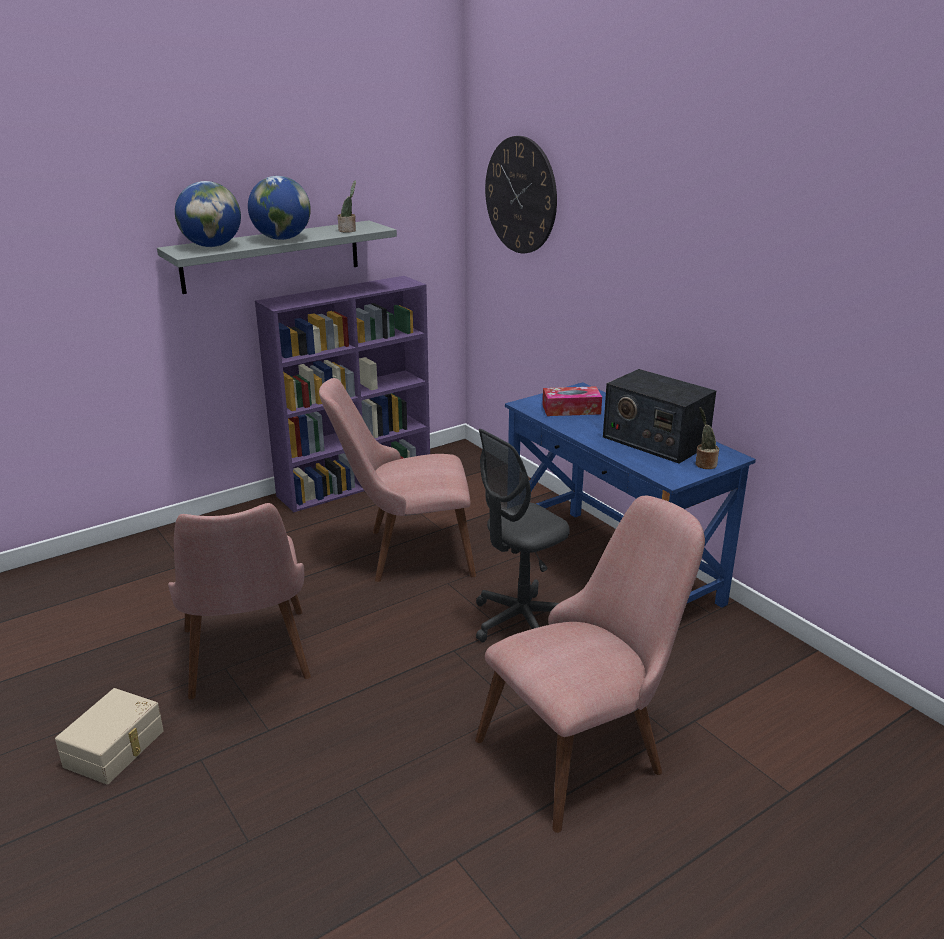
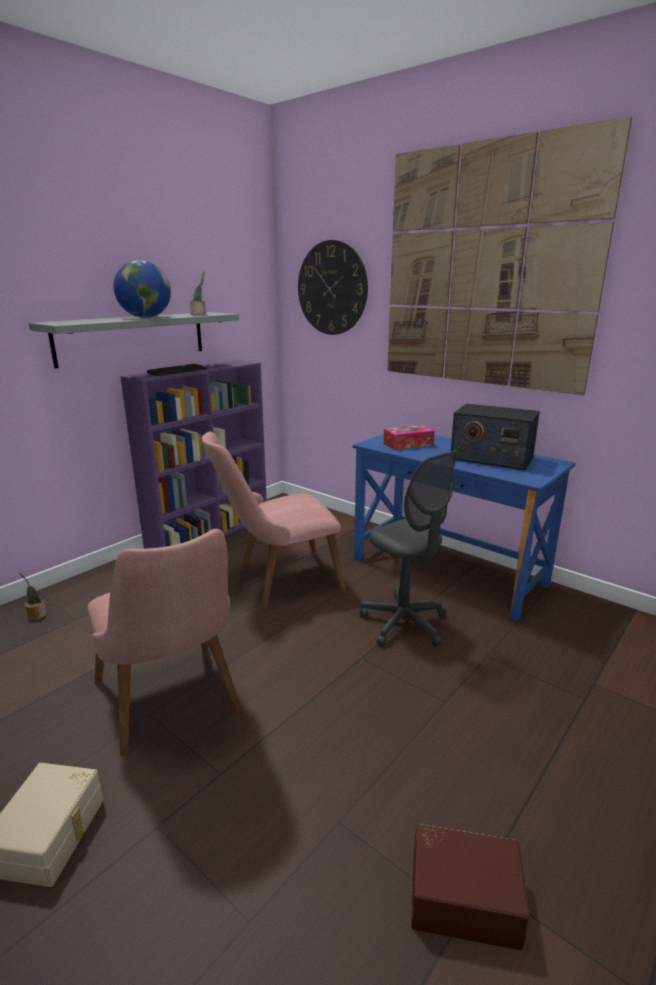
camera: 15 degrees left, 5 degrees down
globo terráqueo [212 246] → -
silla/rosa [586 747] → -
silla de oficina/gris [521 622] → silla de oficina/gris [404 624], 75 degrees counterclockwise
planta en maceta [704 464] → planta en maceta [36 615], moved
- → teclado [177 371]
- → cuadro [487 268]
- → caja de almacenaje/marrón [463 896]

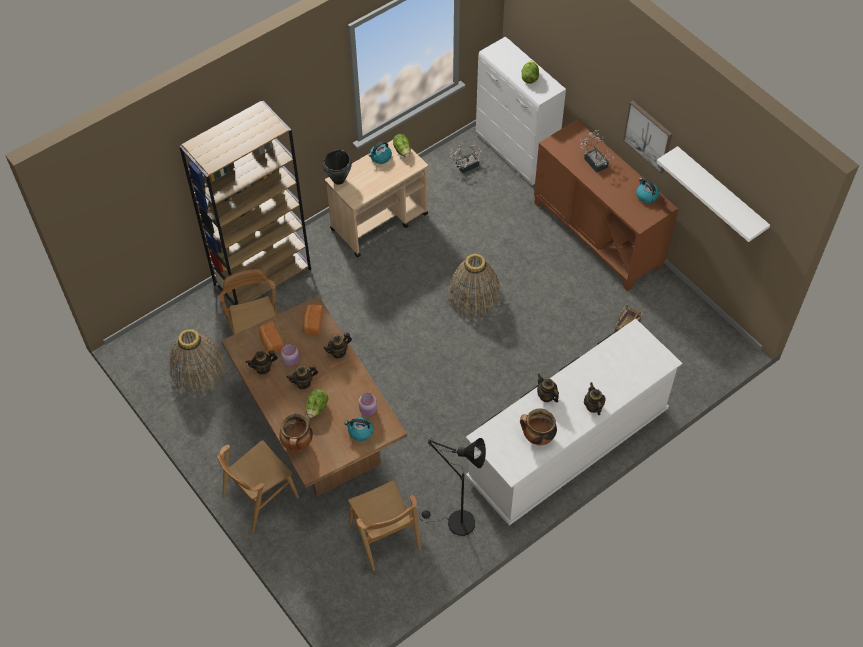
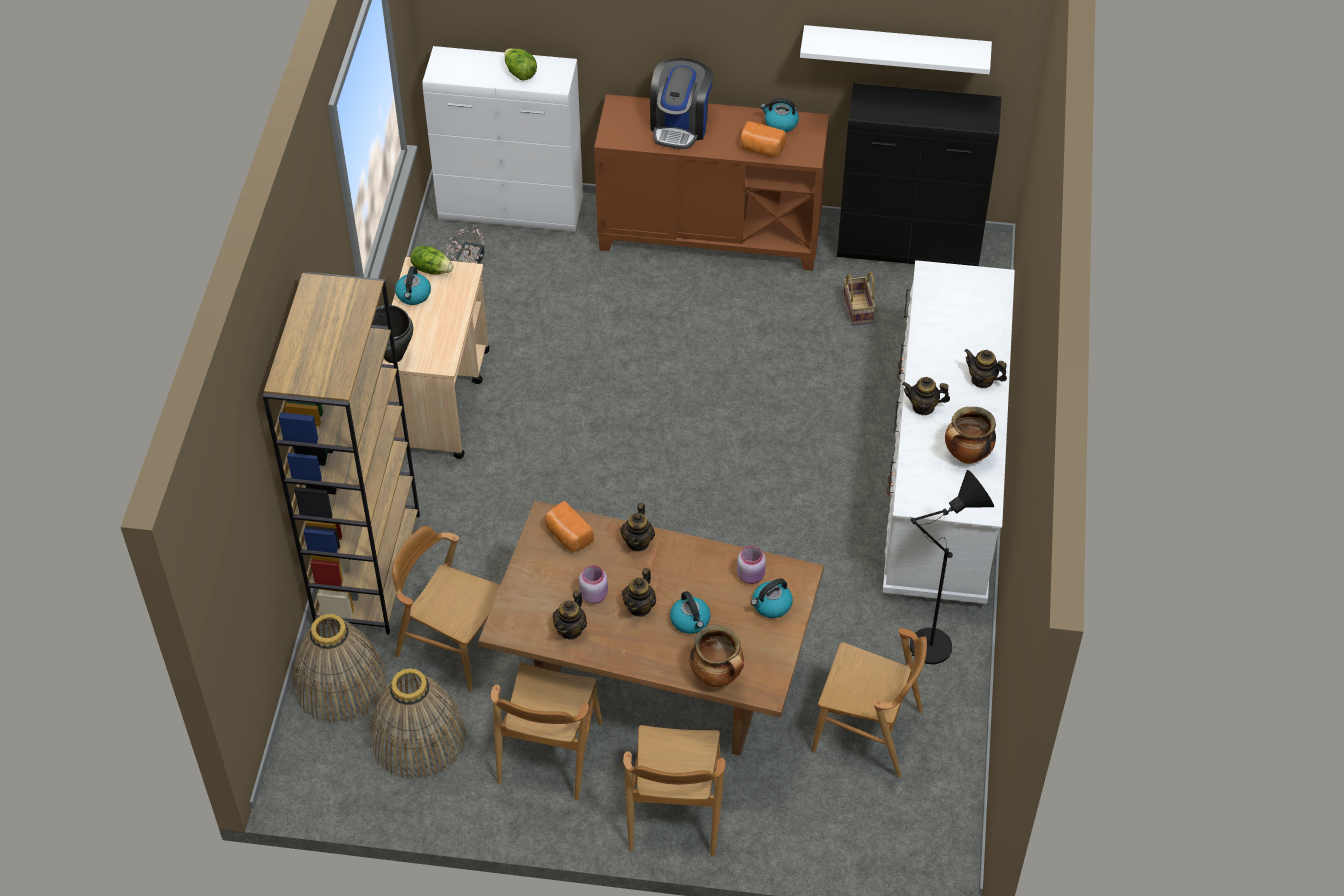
camera: 45 degrees left, 5 degrees down
pan [271 342] → pan [761 149], moved
lechuga [317 408] → hervidor [690 621]
cesta [474 295] → cesta [340 683], moved
planta en maceta [594 160] → cafetera [680 125]
cuadro [648 136] → -
- → silla/marrón [549 753]
- → armario/negro [909 247]

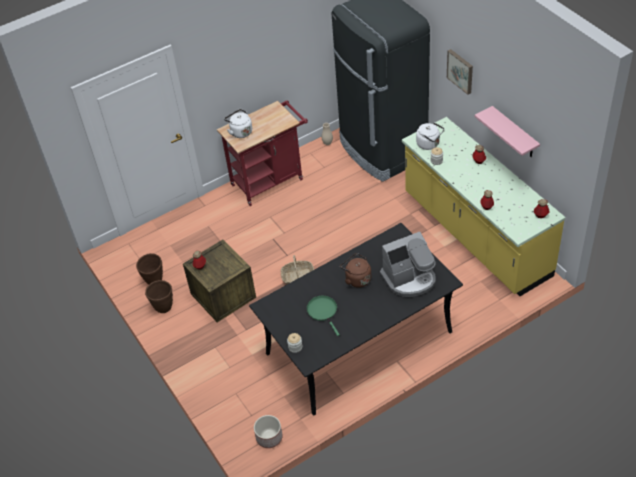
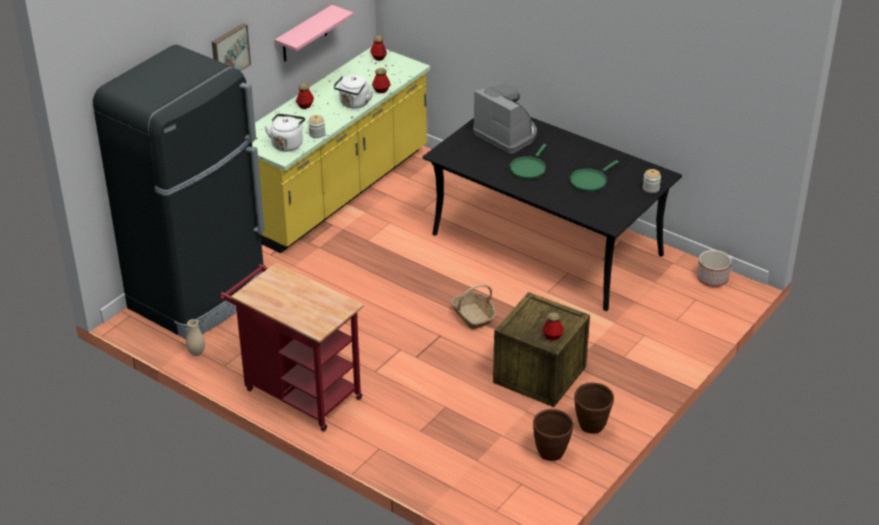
camera: 115 degrees left, 10 degrees down
hervidor/blanco [240 132] → hervidor/blanco [354 104], moved
hervidor/marrón [357 279] → sartén/verde [528 168]

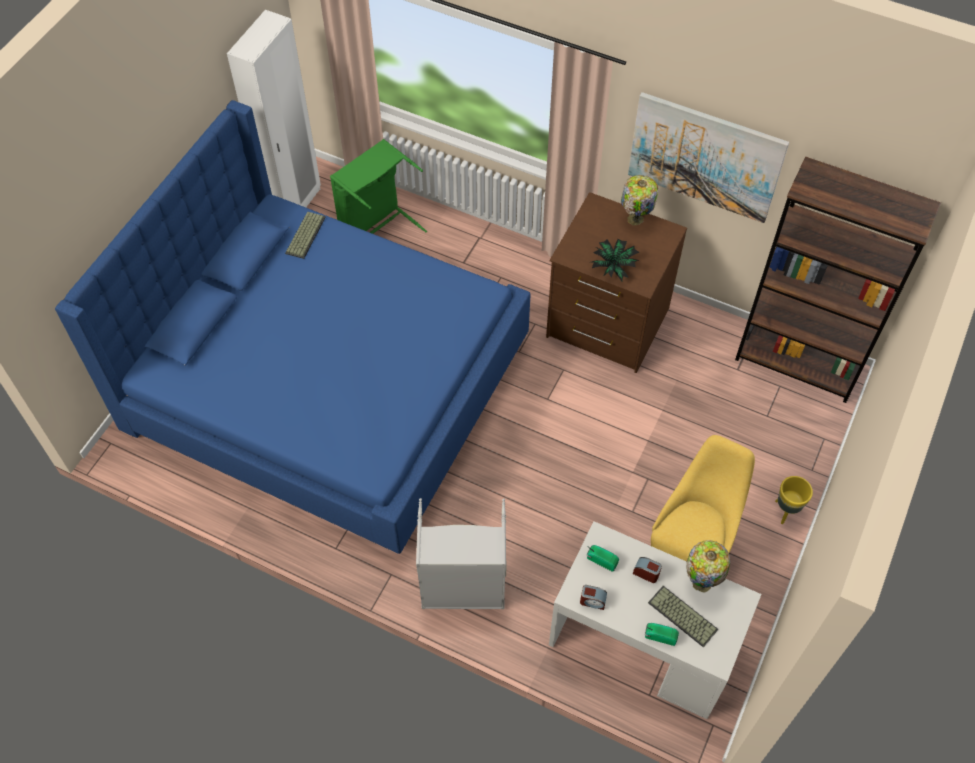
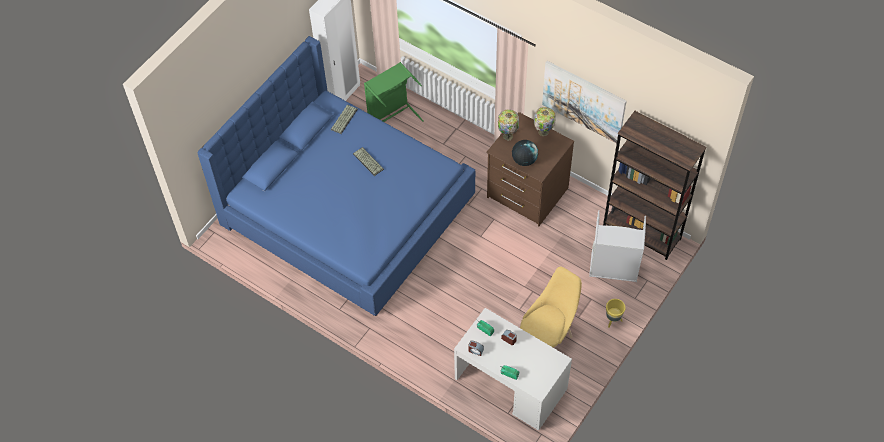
camera: 10 degrees right, 0 degrees up
cesto de la ropa/gris [463 588] → cesto de la ropa/gris [613 268], moved
planta en maceta [614 266] → globo terráqueo [524 160]
teclado [681 616] → teclado [367 161], moved
lámpara de mesa [701 581] → lámpara de mesa [508 135], moved

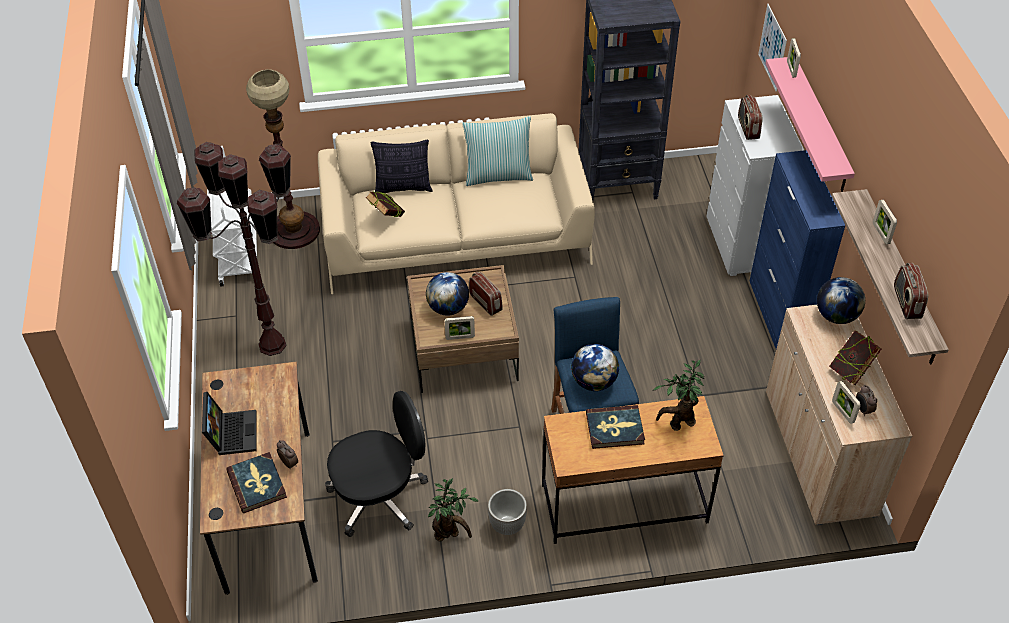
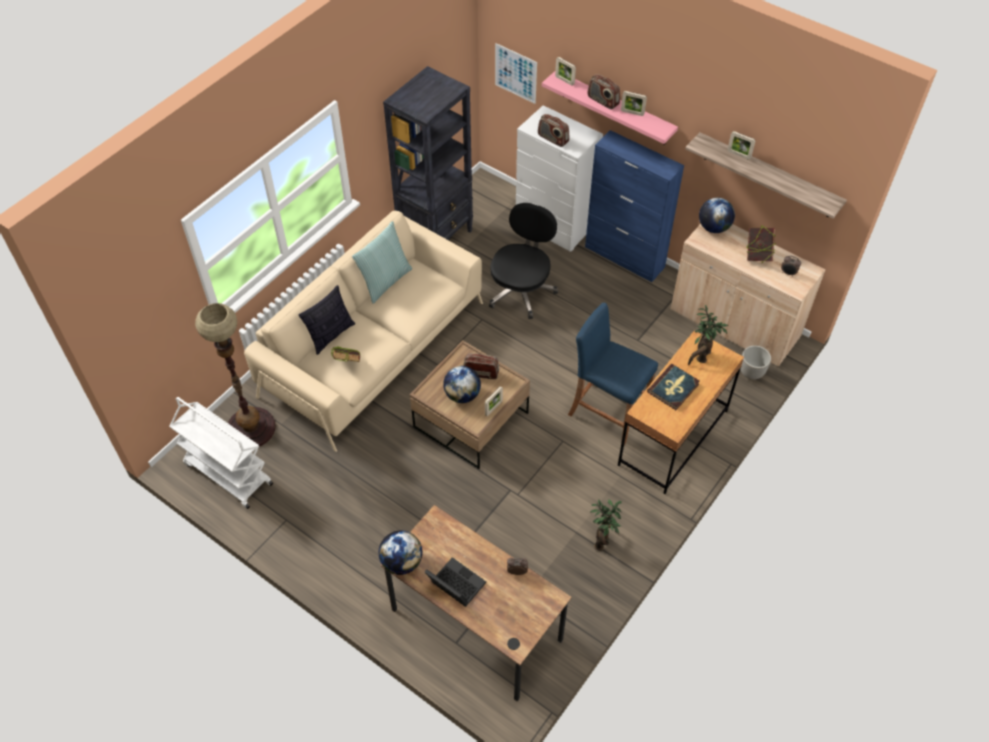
camera: 45 degrees left, 5 degrees up
lámpara de pie/marrón [271 345] → -
libro [257 484] → -
silla de oficina/negro [380 496] → silla de oficina/negro [521 290], moved
maceta [507 525] → maceta [751 373], moved
globo terráqueo [593 382] → globo terráqueo [402 562], moved
portarretratos [842 412] → portarretratos [632 113], moved
radio [906 303] → radio [603 101], moved

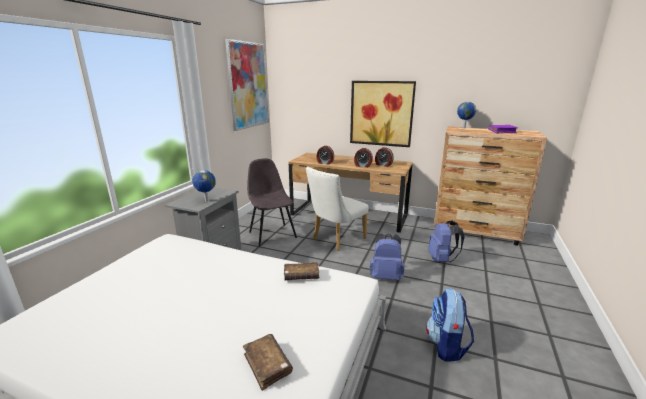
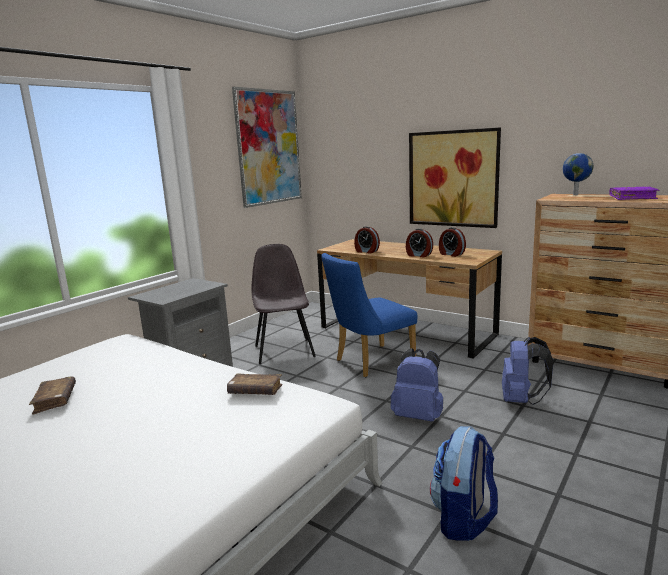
camera: 15 degrees right, 5 degrees down
globo terráqueo [206 201] → -
libro/marrón [267 365] → libro/marrón [55 400], moved
silla/blanco [336 240] → silla/azul [369 362]

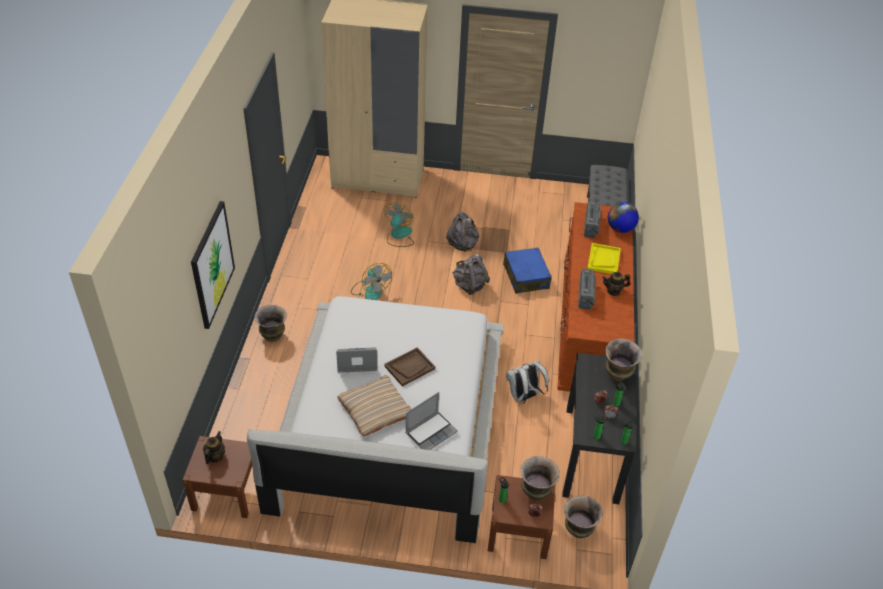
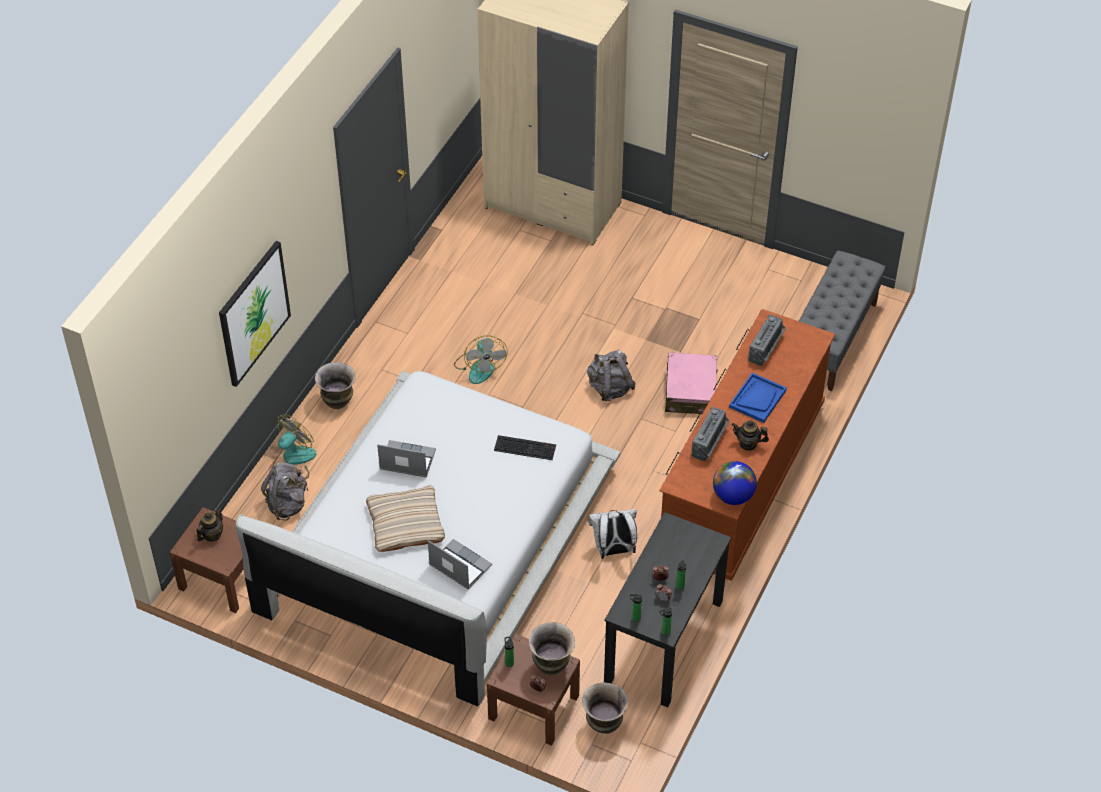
camera: 20 degrees right, 5 degrees up
bandeja/marrón [409 367] → -
ventilador [399 236] → ventilador [293 460], moved
portátil [431 432] → portátil [459 566], 120 degrees counterclockwise
mochila/gris [463 244] → mochila/gris [287 504], moved
maleta/azul [526 276] → maleta/rosa [690 391]
bandeja/amarillo [603 260] → bandeja/azul [757 399]
florero [618 375] → -
globo terráqueo [620 229] → globo terráqueo [733 496], moved
- → teclado [526 447]

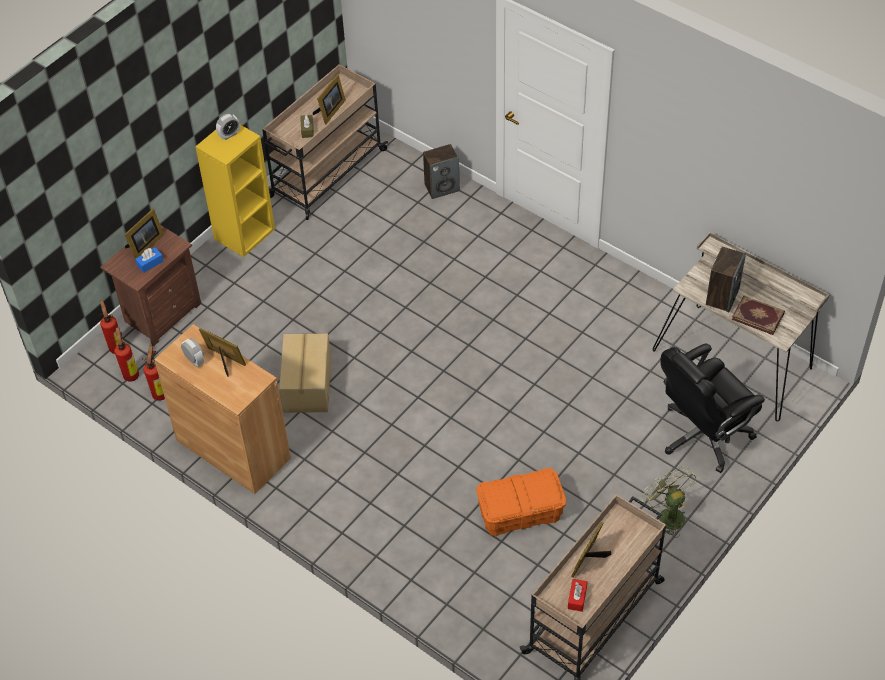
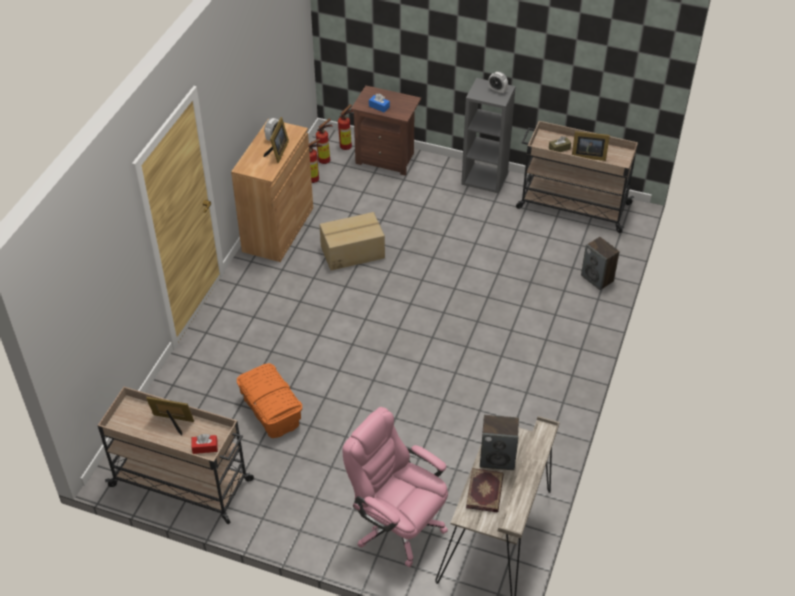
camera: 70 degrees right, 5 degrees down
portarretratos [144 246] → -
estantería/amarillo [244 233] → estantería/gris [485 178]
caja de pañuelos/rojo [577 598] → caja de pañuelos/rojo [205 447], moved
ventilador/verde [667 515] → -
silla de oficina/negro [703 435] → silla de oficina/rosa [397 525]

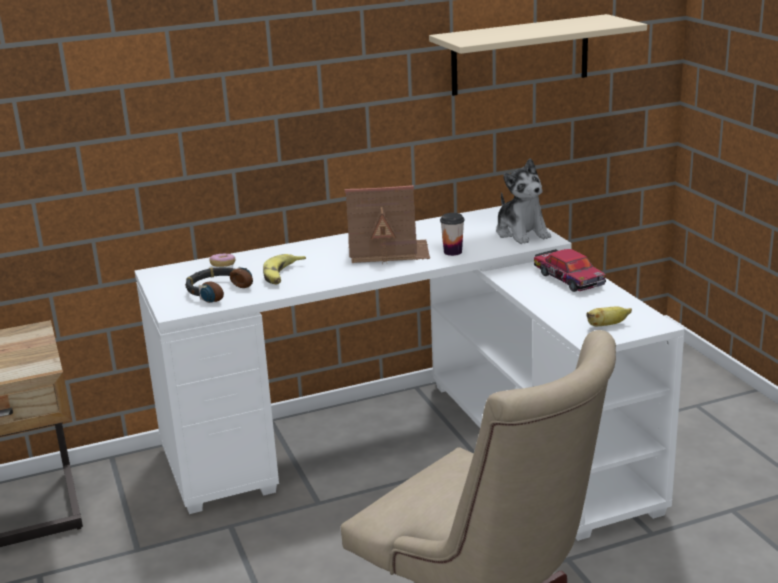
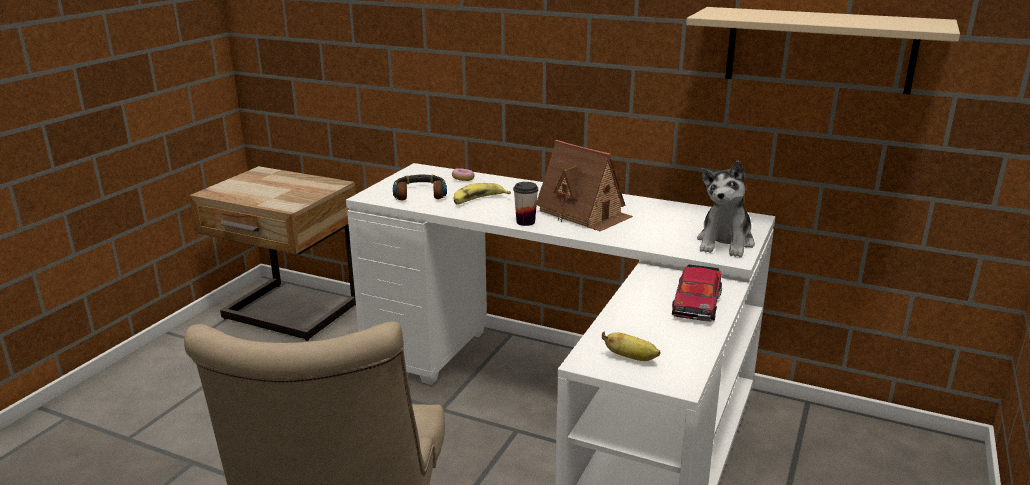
camera: 45 degrees right, 0 degrees up
taza [453 252] → taza [525 222], moved

